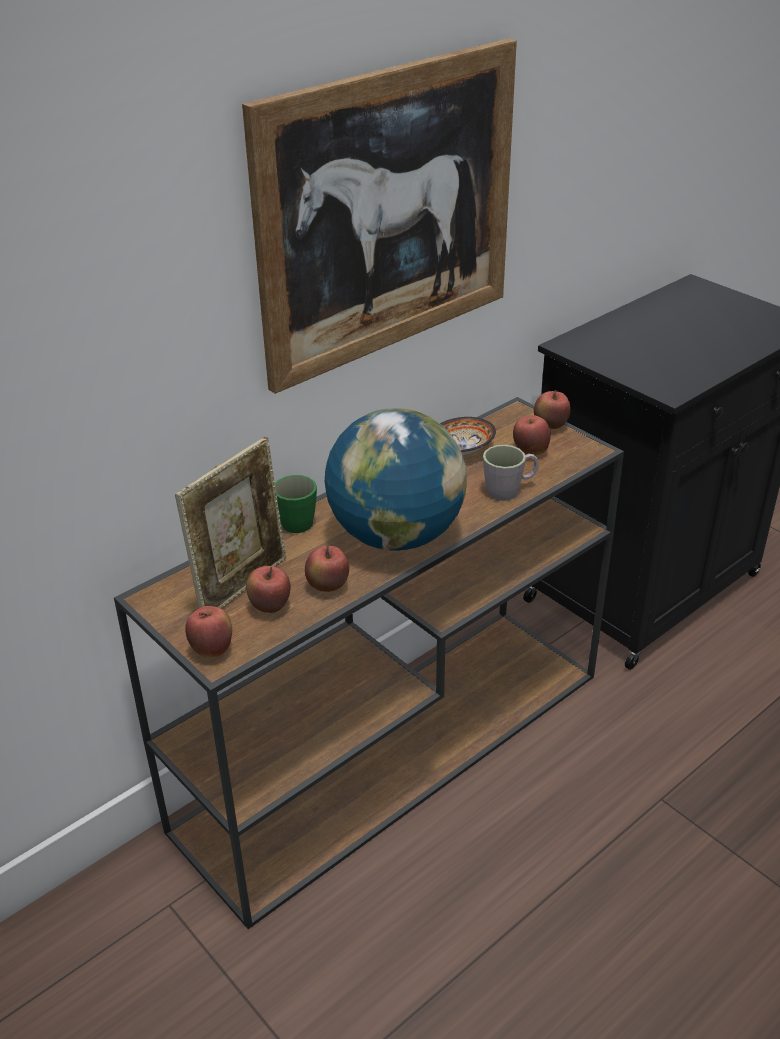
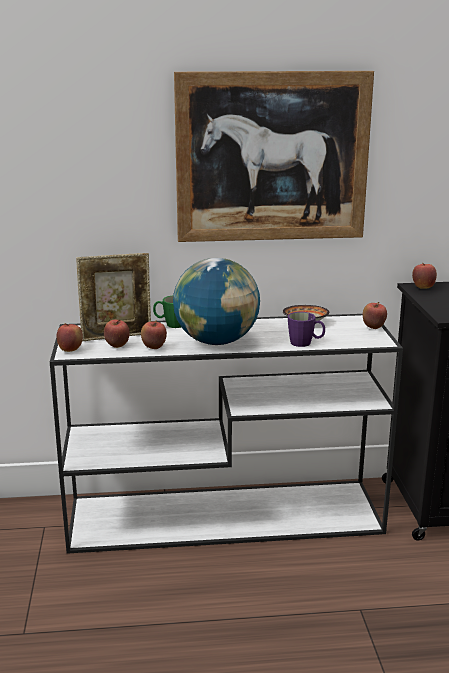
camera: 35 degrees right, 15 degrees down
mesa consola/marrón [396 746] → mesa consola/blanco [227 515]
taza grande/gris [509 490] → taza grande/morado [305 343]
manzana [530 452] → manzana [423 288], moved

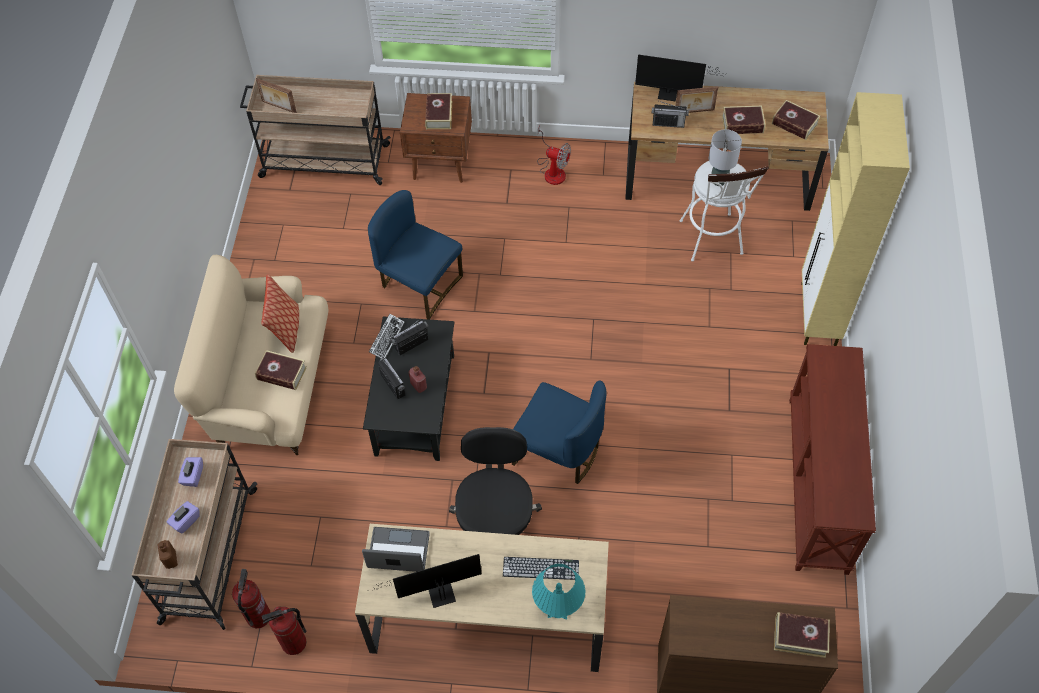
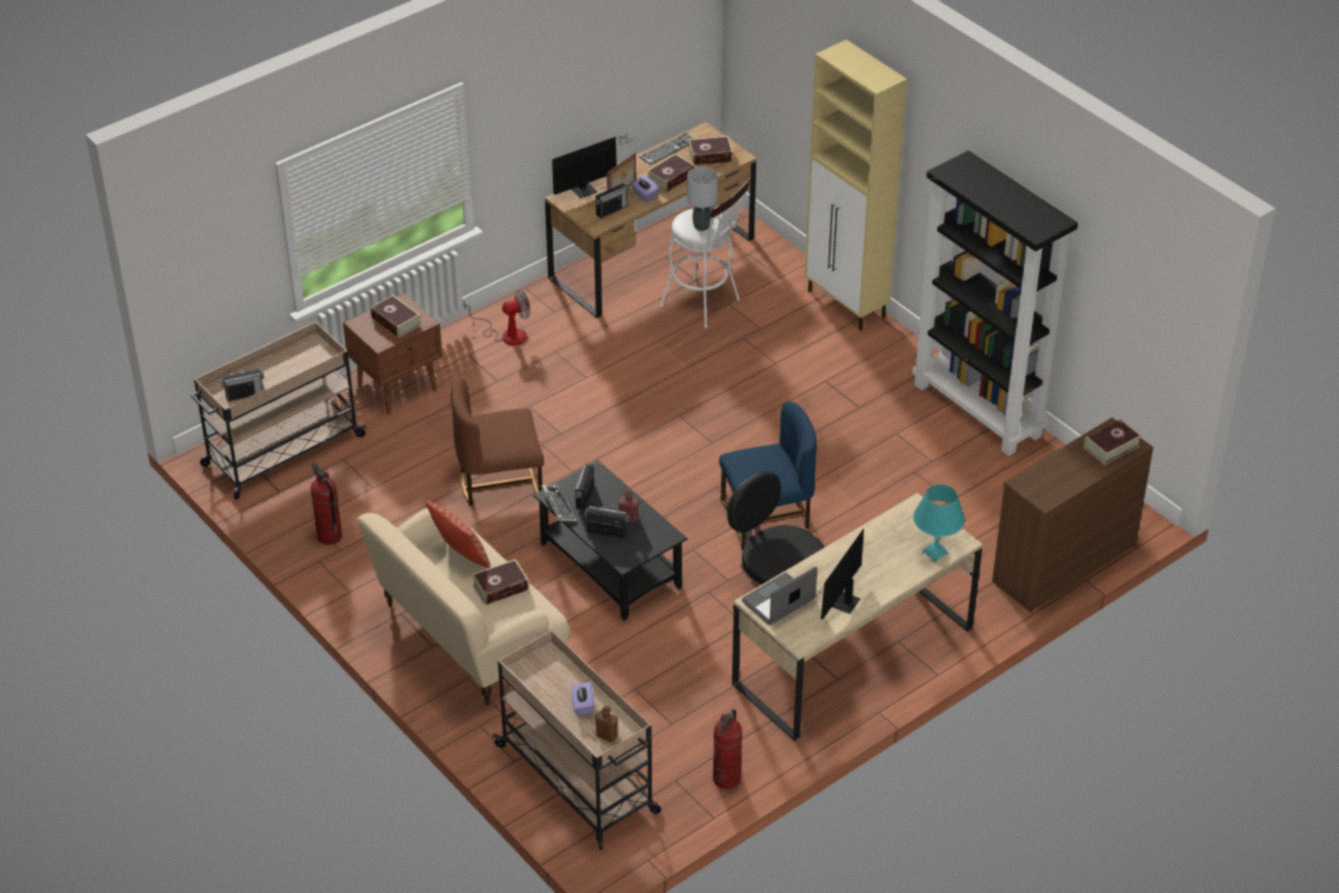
camera: 45 degrees left, 15 degrees down
caja de pañuelos/morado [193 476] → caja de pañuelos/morado [645 195], moved
extintor [258 616] → extintor [329 536], moved
portarretratos [279 107] → radio [244 395]
silla/azul [420 284] → silla/marrón [500 483]
teclado [541 568] → teclado [668 149], moved
mesa consola/marrón [819 484] → estantería/negro [978 410]

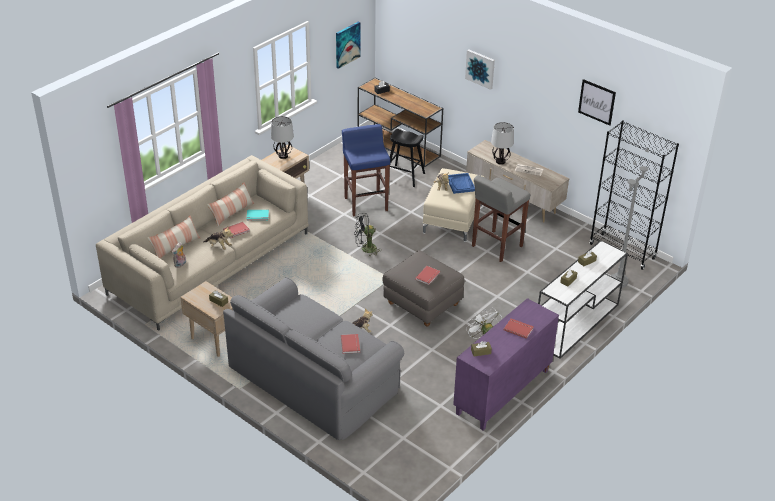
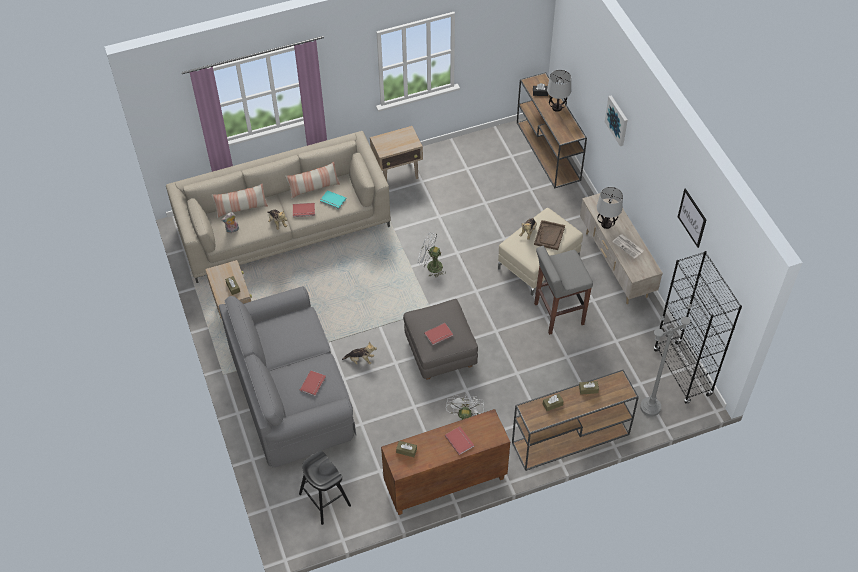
camera: 30 degrees right, 15 degrees up
lámpara de mesa [283 156] → lámpara de mesa [557 107], moved
cuadro [347 44] → -
taburete/azul [366 204] → -
ventilador/negro [365 249] → ventilador/blanco [431 266]
taburete/negro [404 176] → taburete/negro [325 500], moved
bandeja/azul [460 184] → bandeja/marrón [549 236]
armario/morado [503 392] → armario/marrón [445 483]
mesa consola/blanco [576 324] → mesa consola/marrón [569 439]

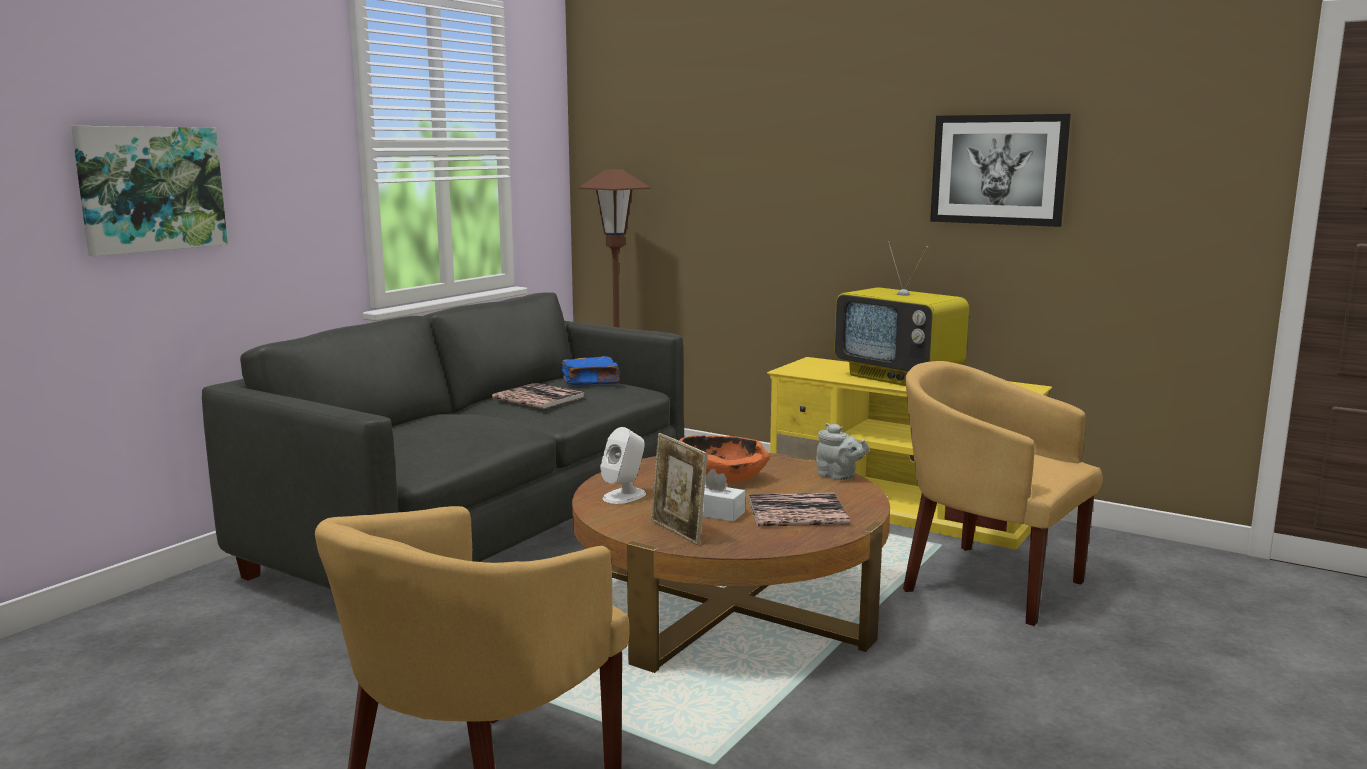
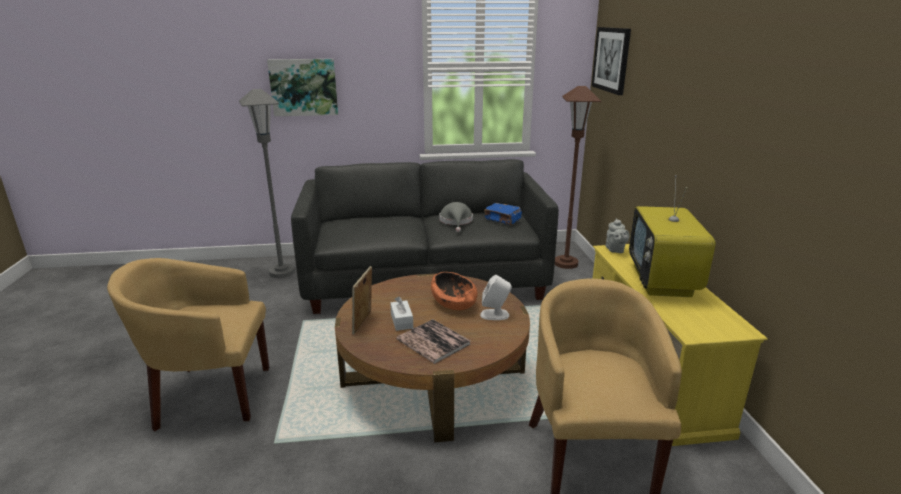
camera: 50 degrees right, 10 degrees up
libro [538 398] → sombrero/gris [456 221]
altavoz/blanco [624 496] → altavoz/blanco [495 315], moved
tetera/gris [839 477] → tetera/gris [615 250], moved
cuadro [998 169] → cuadro [611 59], moved
- → lámpara de pie/gris [282 272]

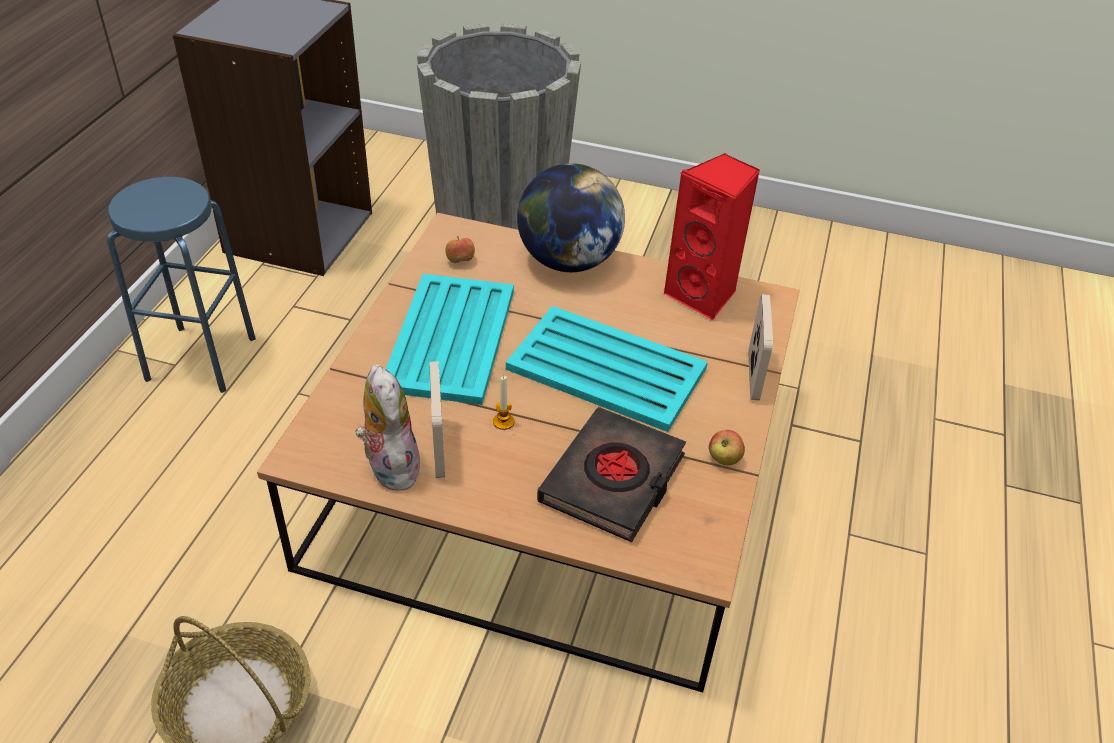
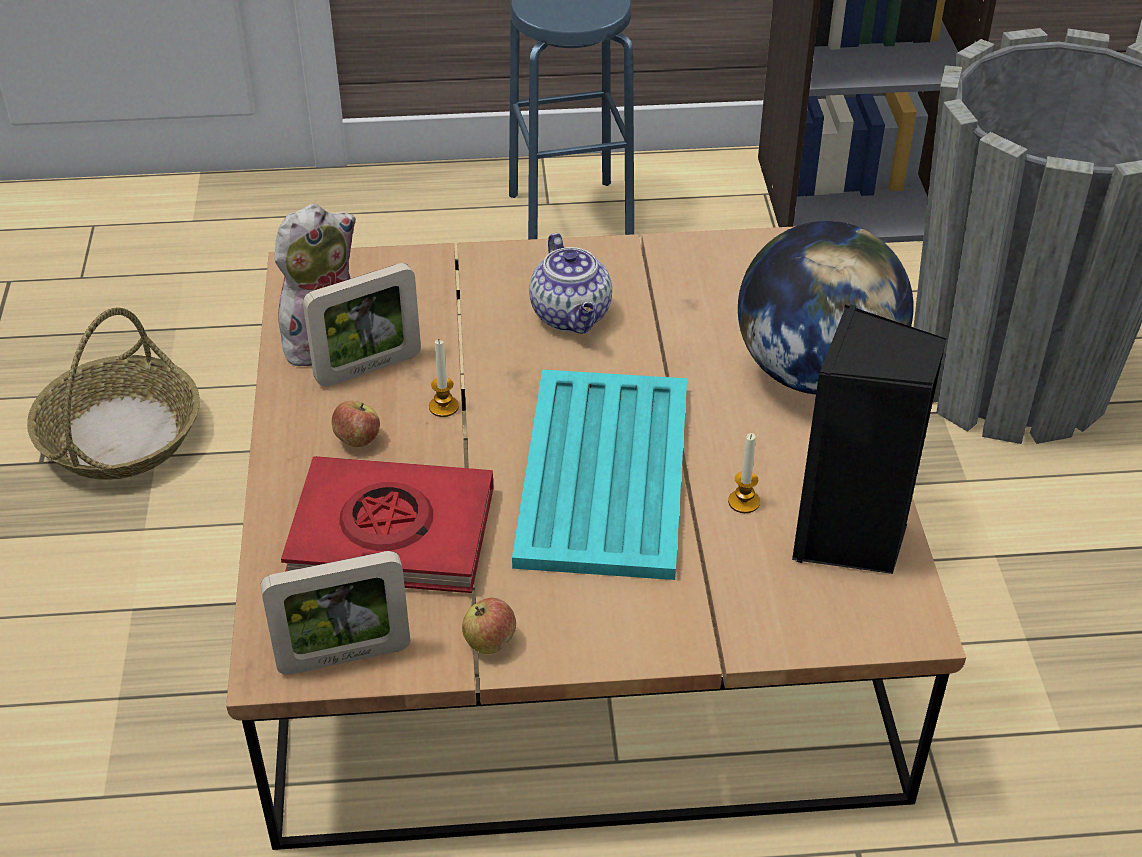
camera: 70 degrees right, 0 degrees up
bandeja/turquesa [451 337] → tetera [572 316]
manzana [460 261] → manzana [357 440], moved
libro/negro [613 480] → libro/rojo [391 535]
altavoz/rojo [703 295] → altavoz/negro [850 538]
portarretratos [753 376] → portarretratos [344 657], moved
- → vela [744 502]

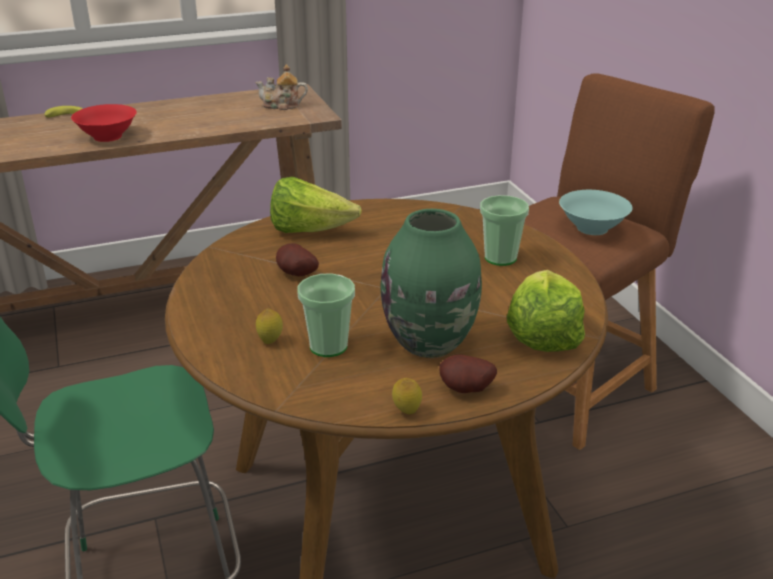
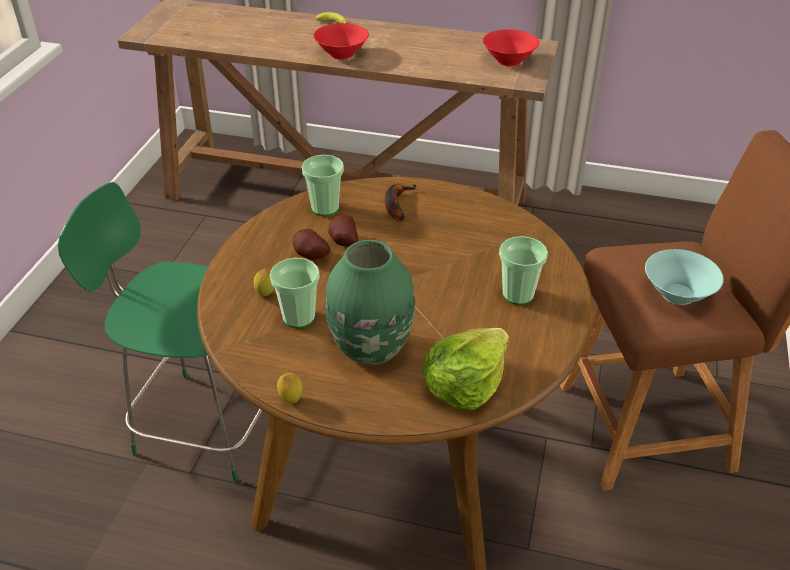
camera: 35 degrees right, 10 degrees up
tetera [282 105] → cuenco/rojo [509 61]
lechuga [309 231] → plátano [396 204]
patata [466 391] → patata [310 256], moved
- → taza [325 208]

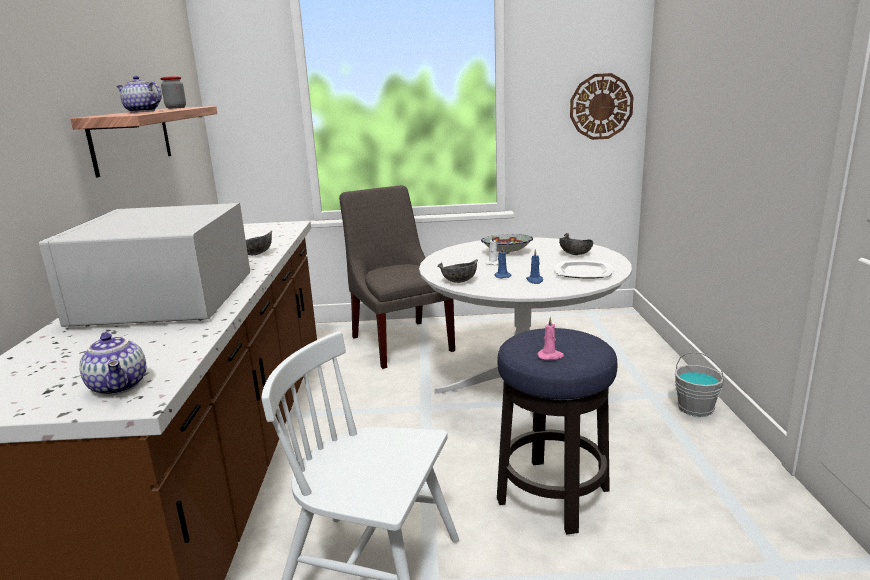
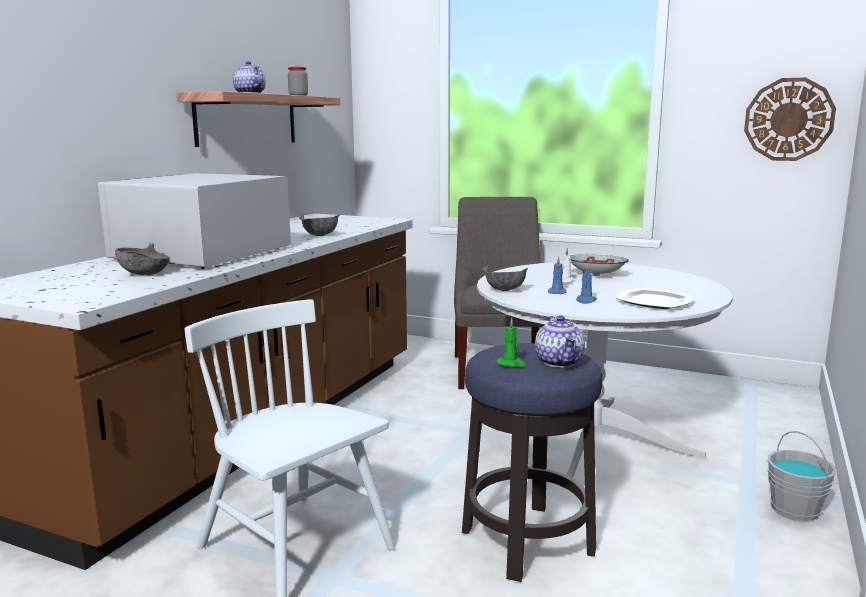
camera: 25 degrees right, 5 degrees down
tetera [120 386] → tetera [560 362], moved
vela/rosa [550 356] → vela/verde [511 364]
cuenco/gris [576 254] → cuenco/gris [145 274], moved

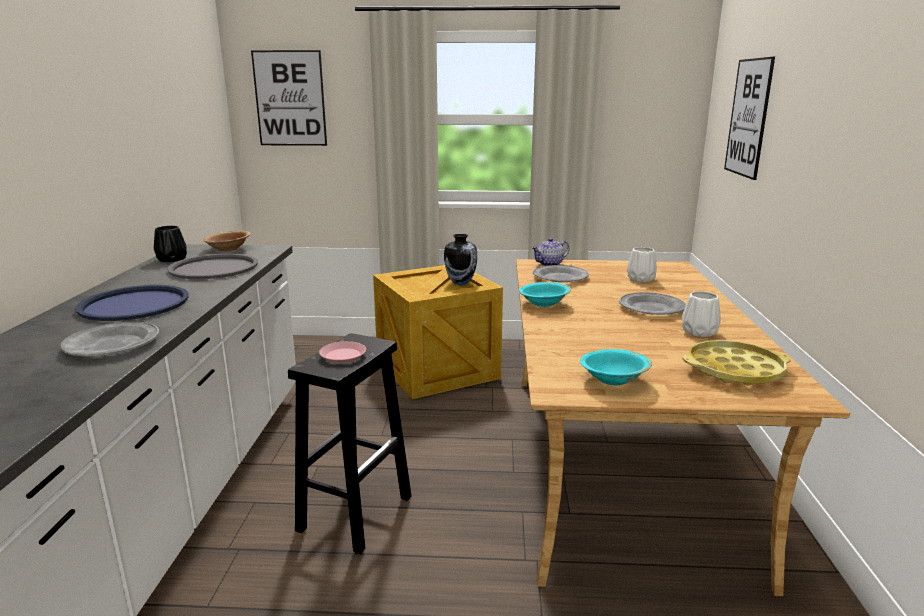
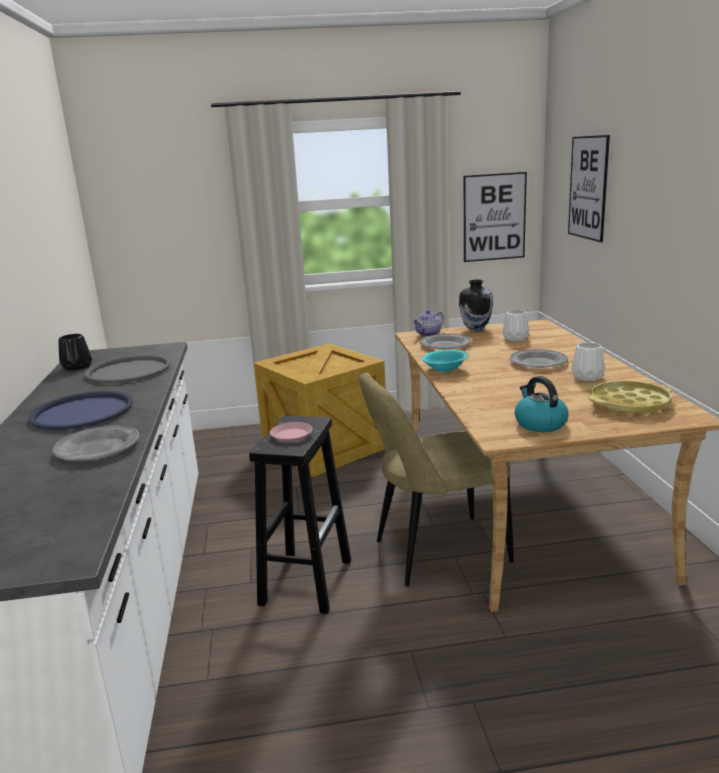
camera: 10 degrees left, 0 degrees up
cuenco/marrón [228 249] → -
cuadro [290 99] → cuadro [494 217], moved
florero [460 283] → florero [475 329], moved
cuenco/turquesa [613 380] → hervidor [539 423]
- → silla/beis [435 552]

